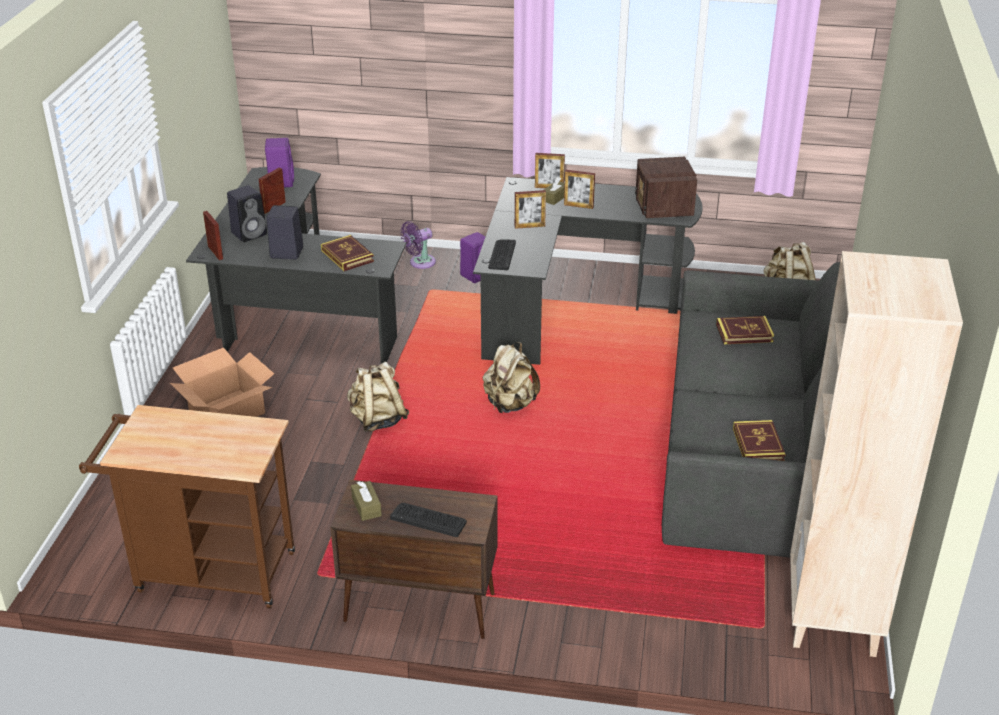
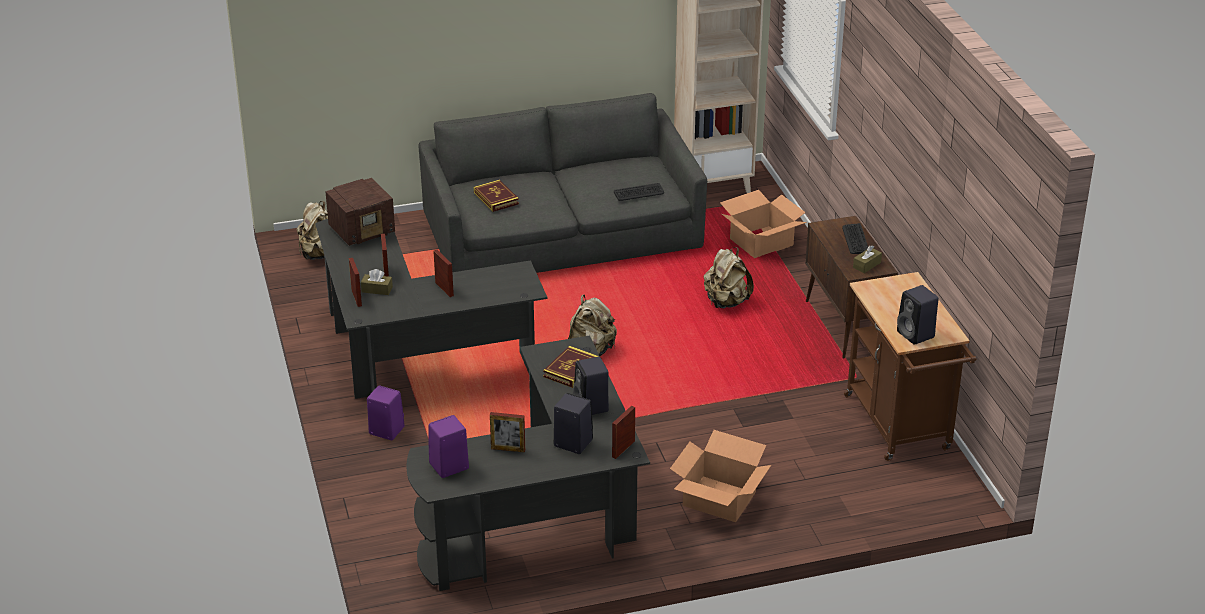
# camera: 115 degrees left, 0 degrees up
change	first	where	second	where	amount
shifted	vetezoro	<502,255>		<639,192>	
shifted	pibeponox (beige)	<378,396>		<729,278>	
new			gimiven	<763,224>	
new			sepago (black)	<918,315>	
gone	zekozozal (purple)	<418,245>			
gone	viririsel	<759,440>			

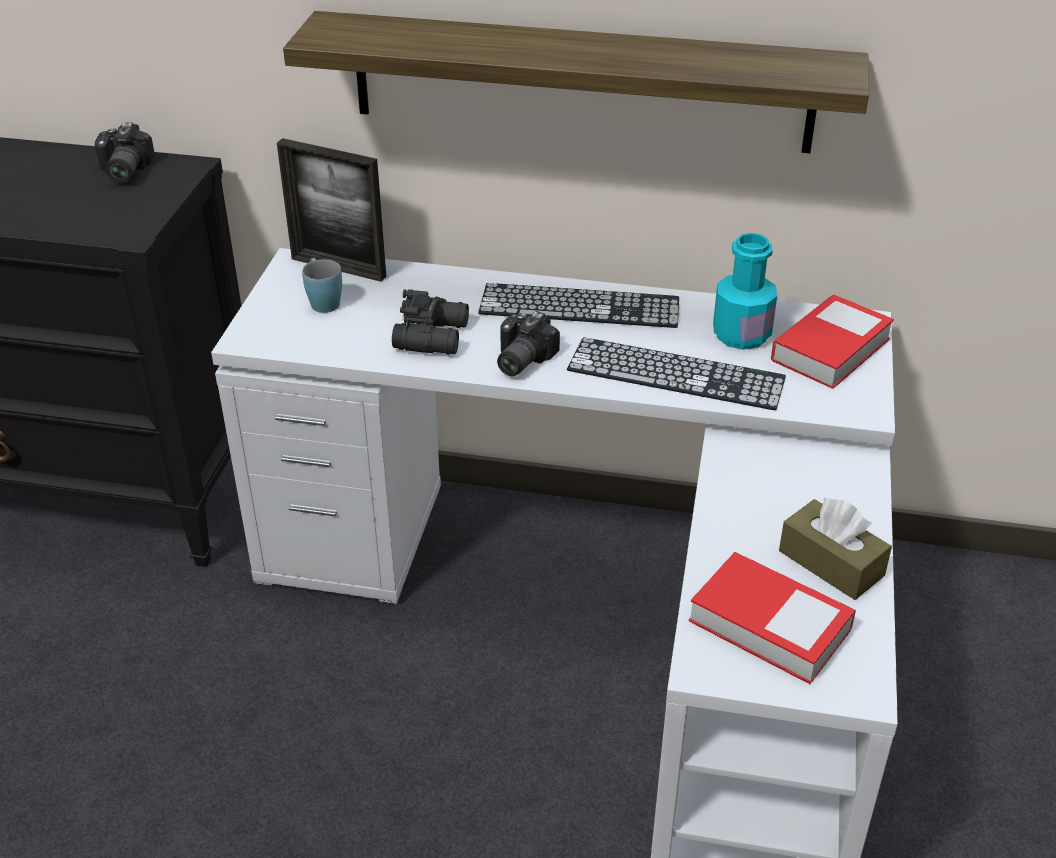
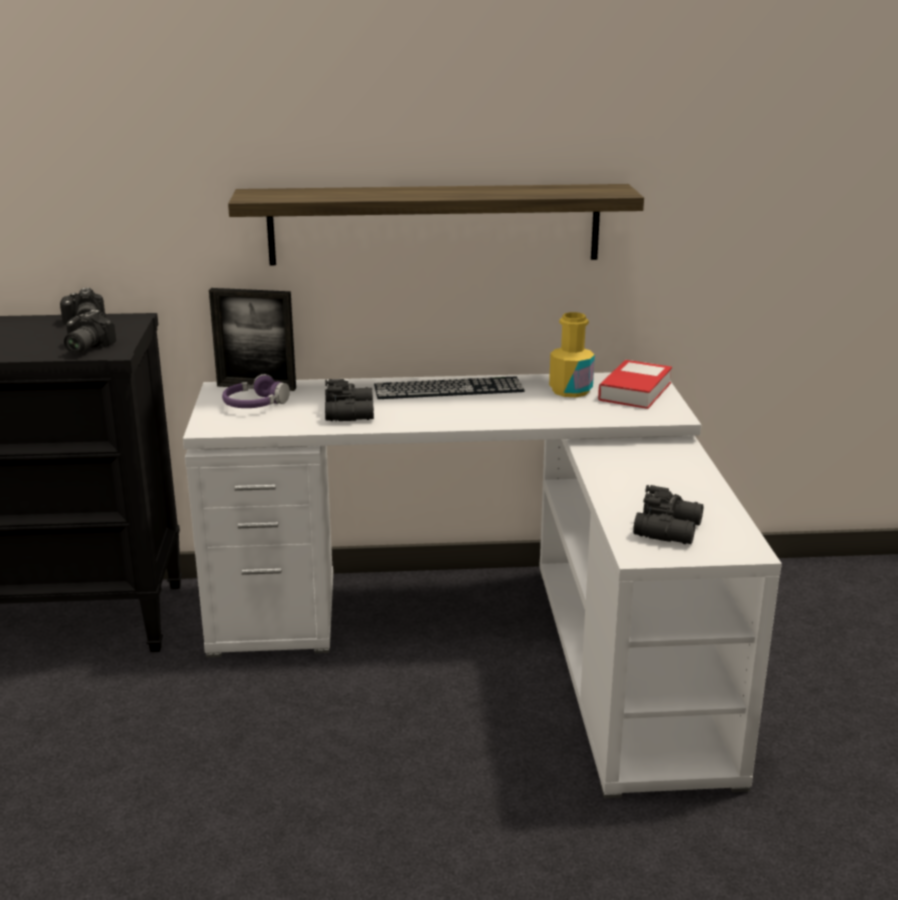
# camera: 15 degrees left, 15 degrees down
change	first	where	second	where	amount
shifted	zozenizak	<528,343>		<90,332>	
swapped	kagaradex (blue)	<322,285>	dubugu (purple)	<256,391>	
repainted	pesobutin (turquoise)	<745,291>	pesobutin (yellow)	<572,354>	
swapped	viririsel	<772,618>	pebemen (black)	<668,514>	
gone	vetezoro	<676,373>			
gone	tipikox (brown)	<835,549>			

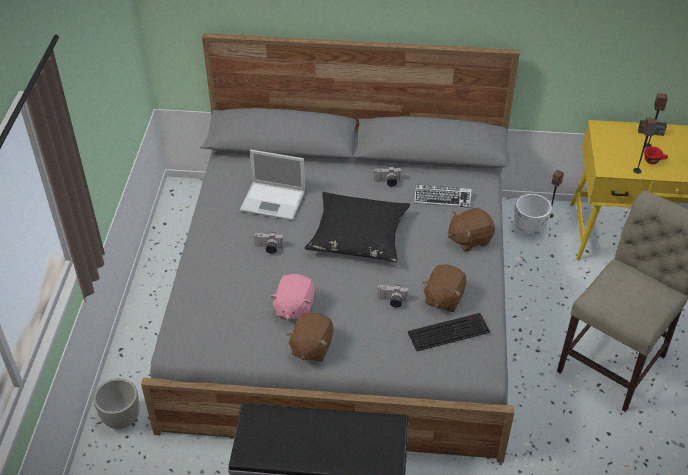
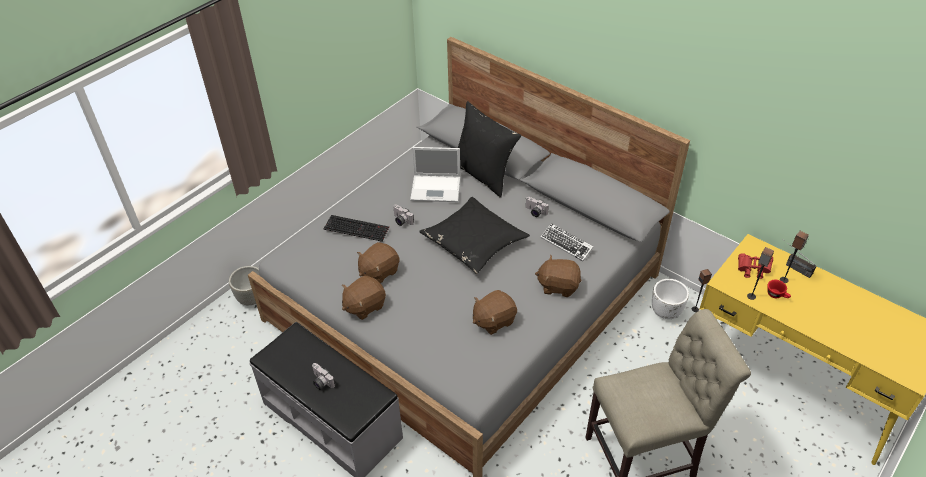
# camera: 35 degrees right, 0 degrees up
change	first	where	second	where	amount
shifted	zozenizak	<393,296>		<324,376>	
shifted	vetezoro	<449,332>		<356,228>	
repainted	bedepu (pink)	<292,296>	bedepu (brown)	<378,262>	
rotated	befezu	<272,185>		<435,174>	45 degrees counterclockwise
new			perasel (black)	<489,149>	
new			pebemen (red)	<755,266>	

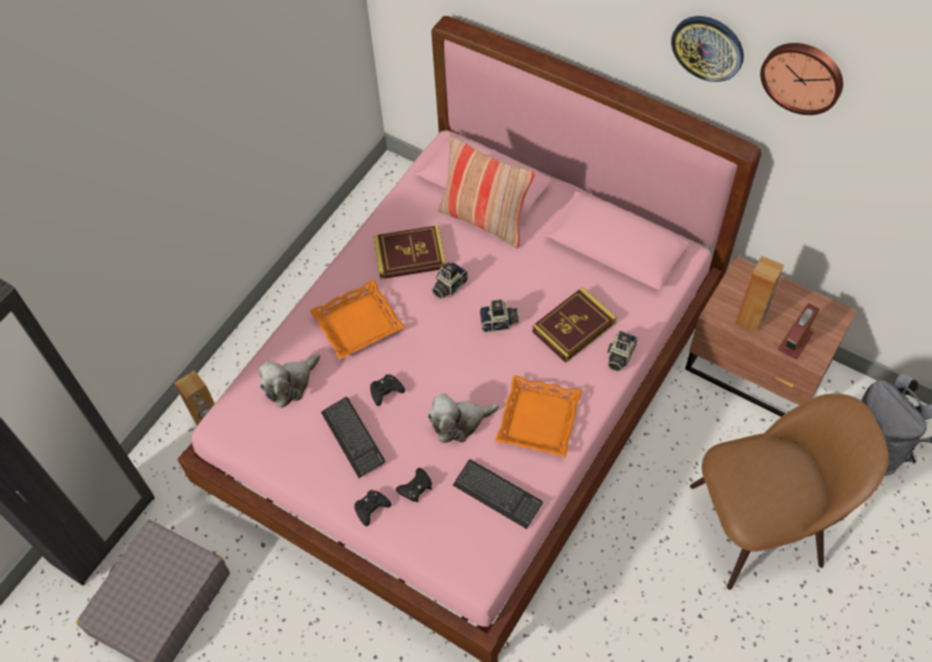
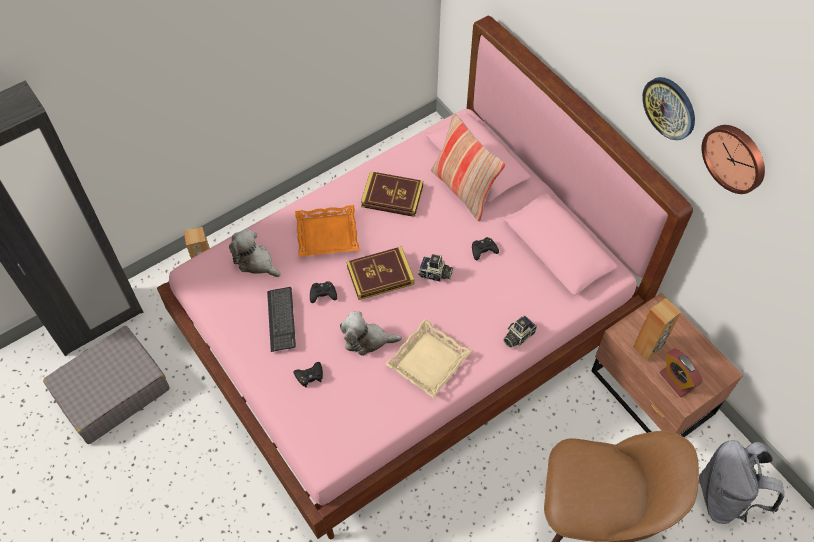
# camera: 20 degrees right, 0 degrees up
change	first	where	second	where	amount
rotated	bedepu	<289,380>		<255,252>	60 degrees clockwise
shifted	viririsel	<574,325>		<380,273>	
repainted	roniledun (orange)	<538,416>	roniledun (beige)	<429,358>	
shifted	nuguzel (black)	<373,508>		<485,248>	
rotated	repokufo	<798,331>		<681,372>	90 degrees counterclockwise
gone	zozenizak	<450,280>			
gone	vetezoro	<498,494>			

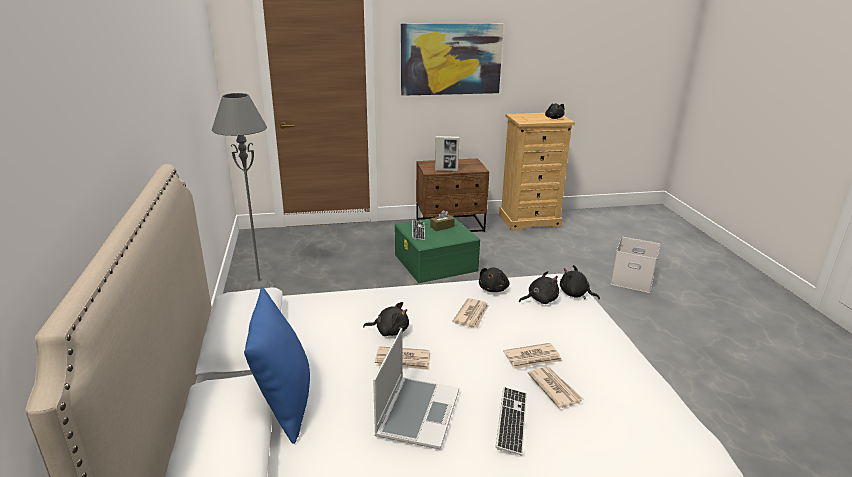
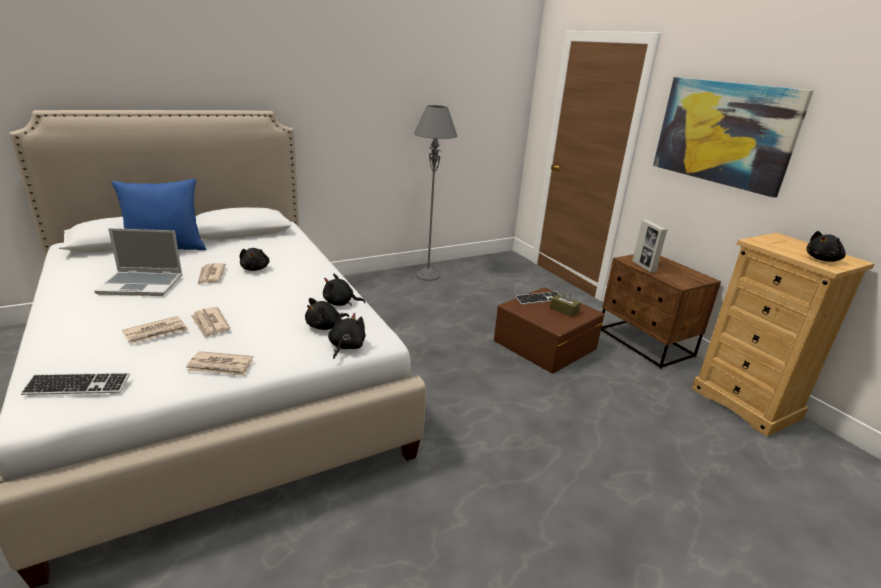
# camera: 70 degrees right, 0 degrees up
change	first	where	second	where	amount
shifted	vetezoro	<511,421>		<75,384>	
shifted	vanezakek	<470,313>		<219,363>	
rotated	bedepu (black)	<539,287>		<327,314>	90 degrees clockwise
repainted	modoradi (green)	<438,249>	modoradi (brown)	<549,330>	
gone	modoradi (white)	<635,265>			

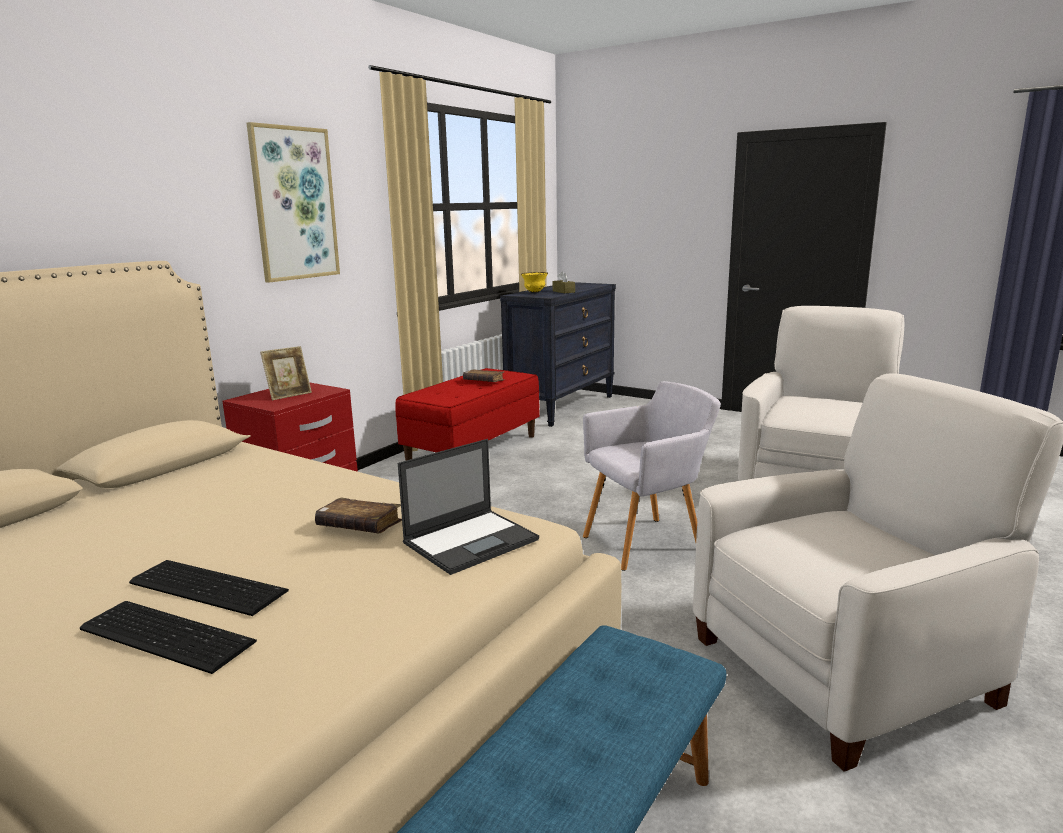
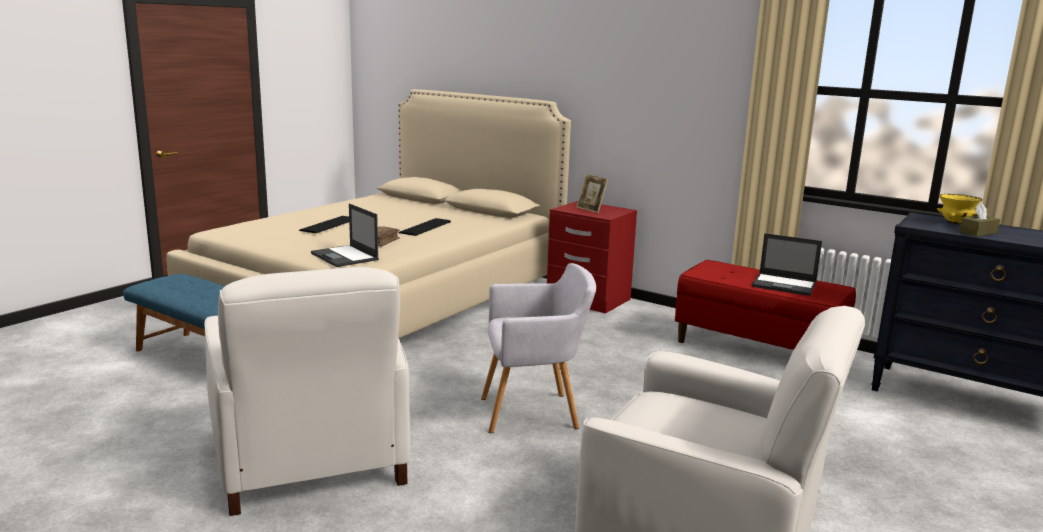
# camera: 90 degrees right, 0 degrees up
change	first	where	second	where	amount
shifted	vetezoro	<168,637>		<424,227>	
rotated	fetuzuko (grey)	<652,476>		<538,348>	75 degrees counterclockwise
swapped	viririsel (brown)	<484,375>	befezu	<787,264>	
gone	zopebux	<293,202>			

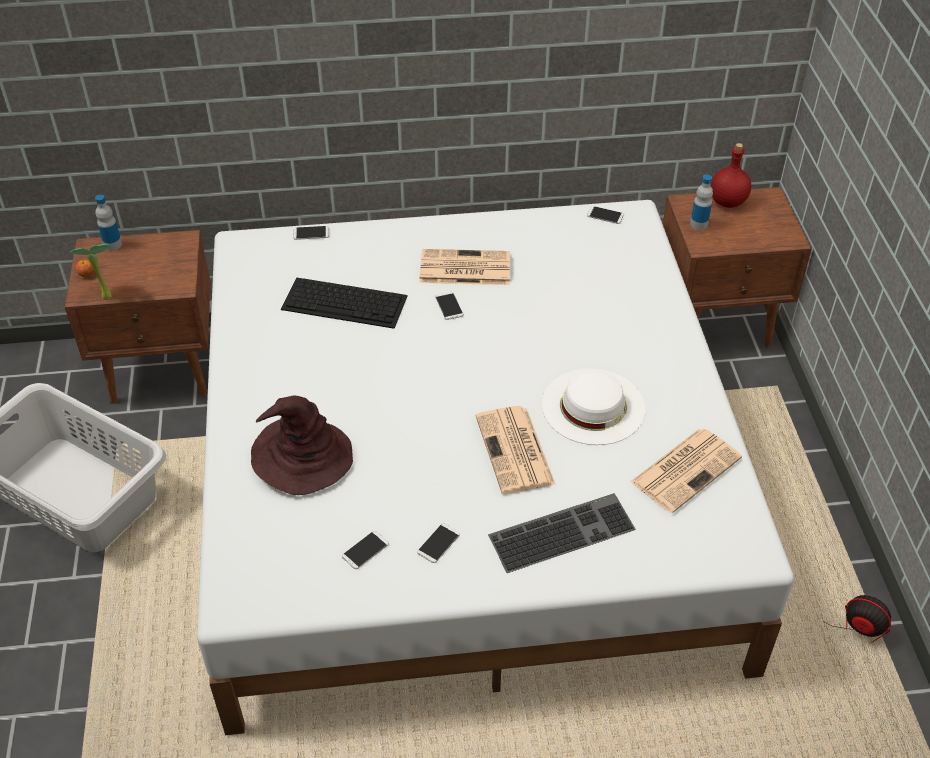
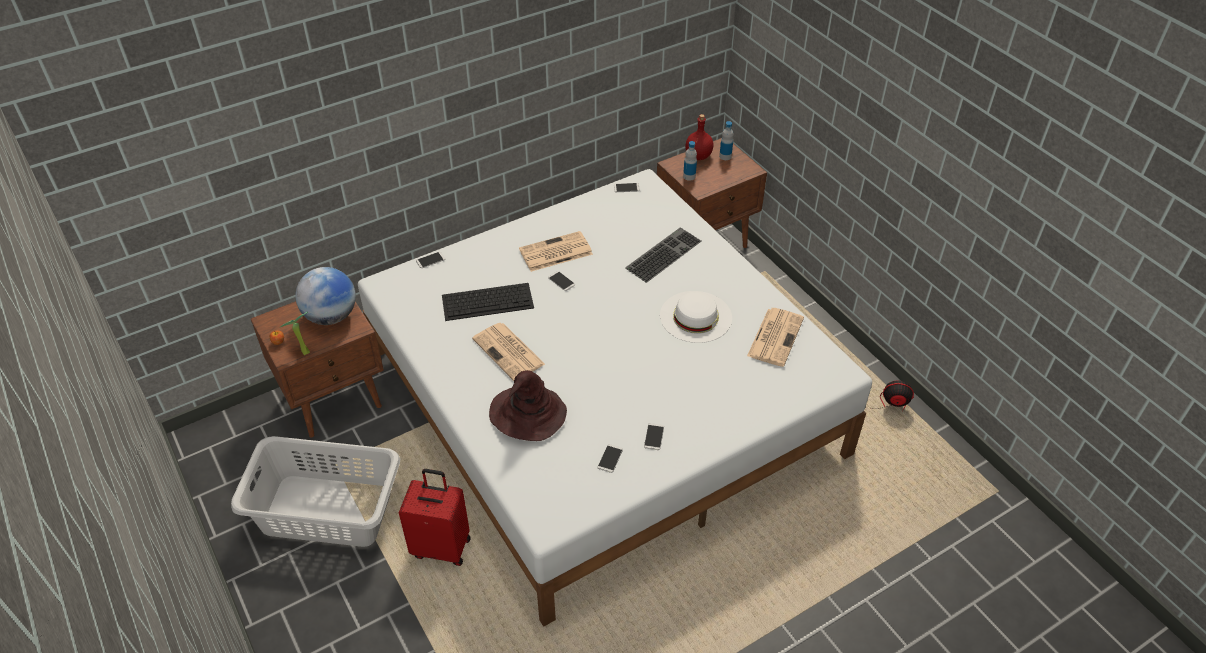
# camera: 25 degrees left, 0 degrees up
change	first	where	second	where	amount
new			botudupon	<325,296>	
new			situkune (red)	<435,517>	
shifted	vanezakek	<516,450>		<508,352>	
shifted	vetezoro	<562,533>		<663,255>	
shifted	pesobutin	<108,223>		<726,140>	

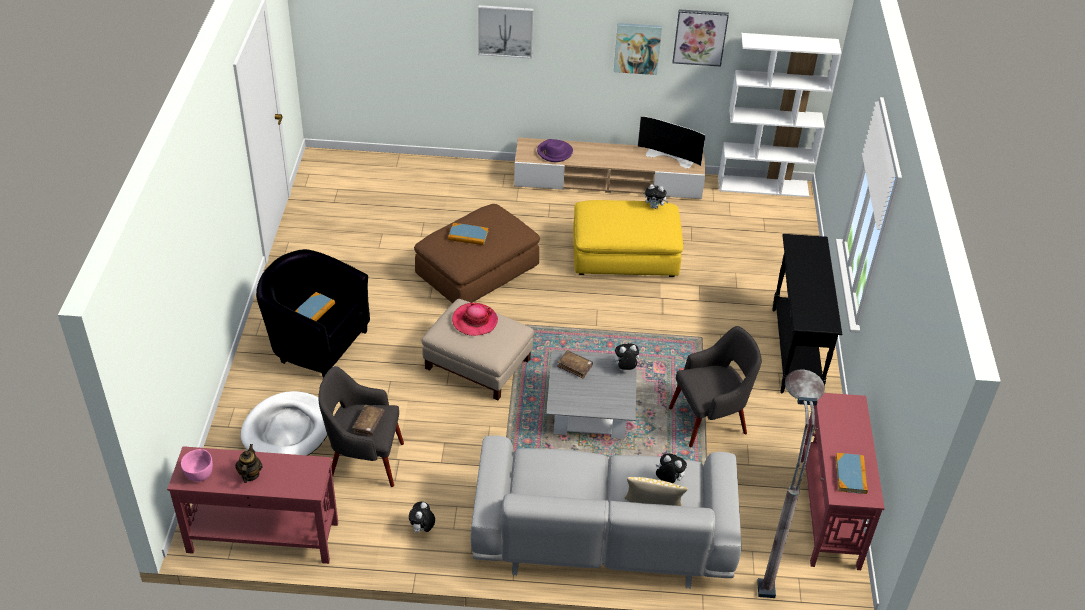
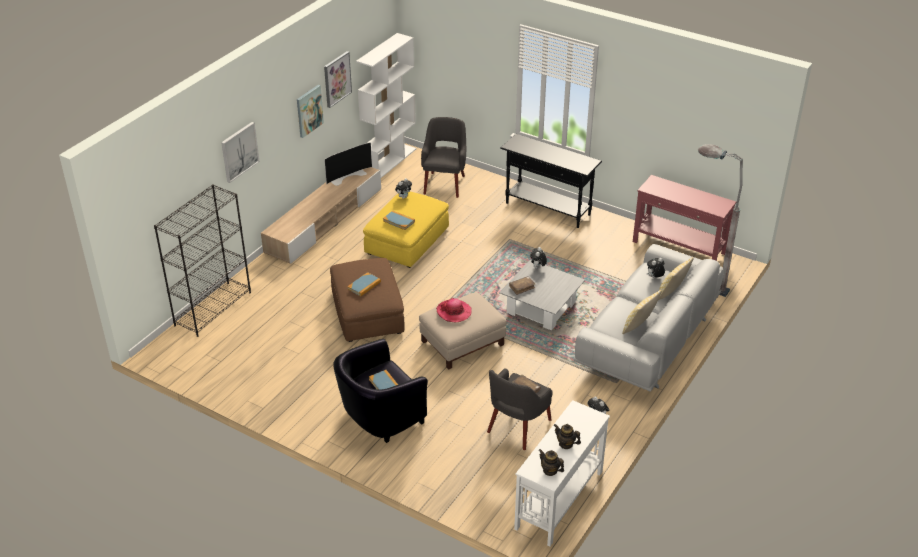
# camera: 60 degrees left, 5 degrees down
change	first	where	second	where	amount
new			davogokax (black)	<202,260>	
shifted	viririsel	<851,473>		<399,220>	
shifted	fetuzuko (grey)	<715,386>		<443,157>	
repainted	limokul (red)	<252,505>	limokul (white)	<562,473>	
swapped	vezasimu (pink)	<197,465>	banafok	<551,462>	
new			perasel	<642,312>	
gone	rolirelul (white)	<284,423>			
gone	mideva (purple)	<555,150>			

